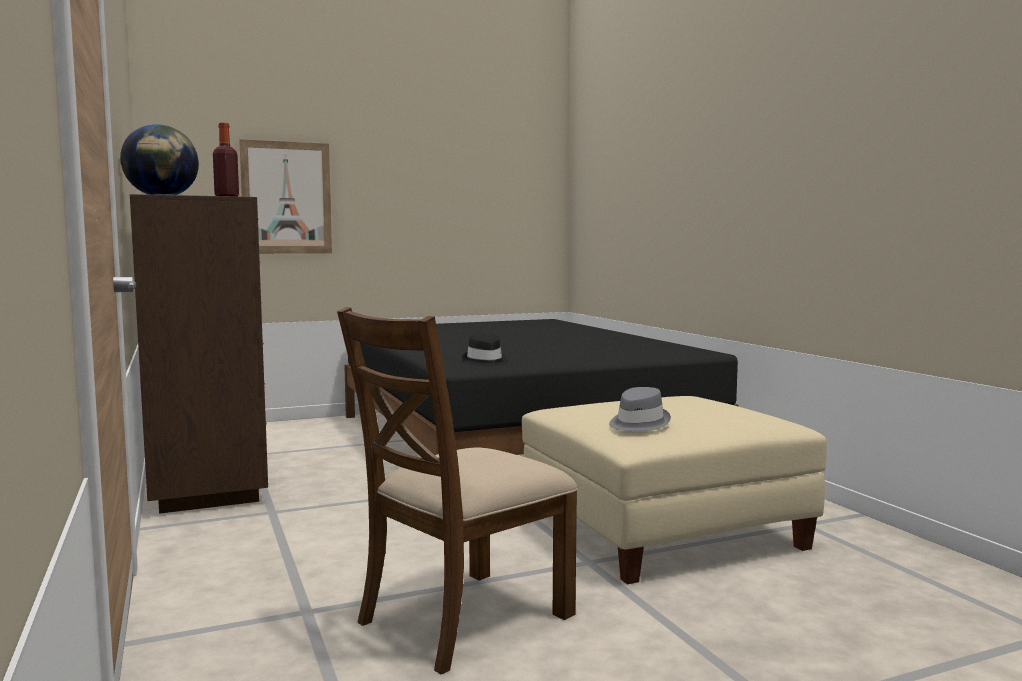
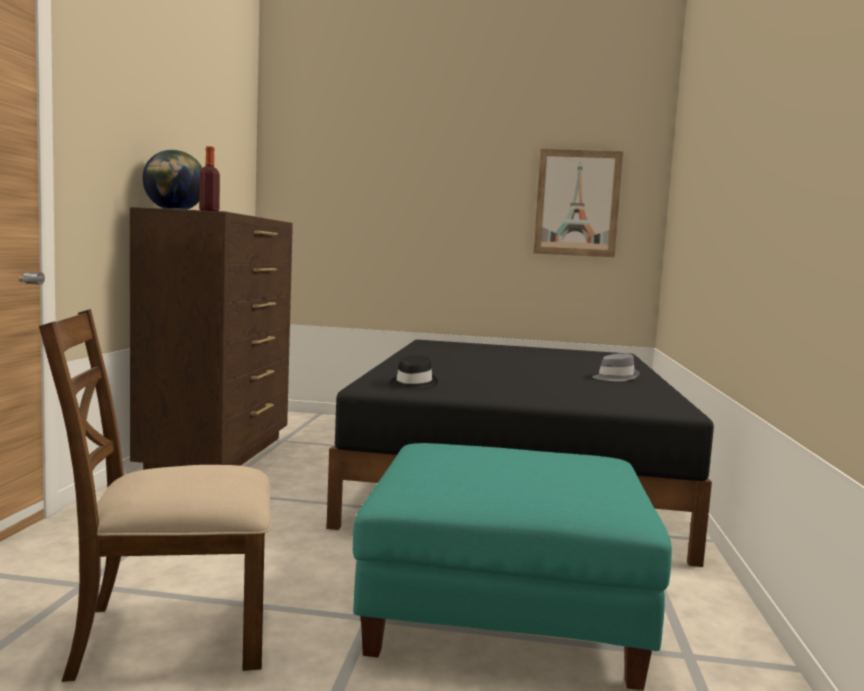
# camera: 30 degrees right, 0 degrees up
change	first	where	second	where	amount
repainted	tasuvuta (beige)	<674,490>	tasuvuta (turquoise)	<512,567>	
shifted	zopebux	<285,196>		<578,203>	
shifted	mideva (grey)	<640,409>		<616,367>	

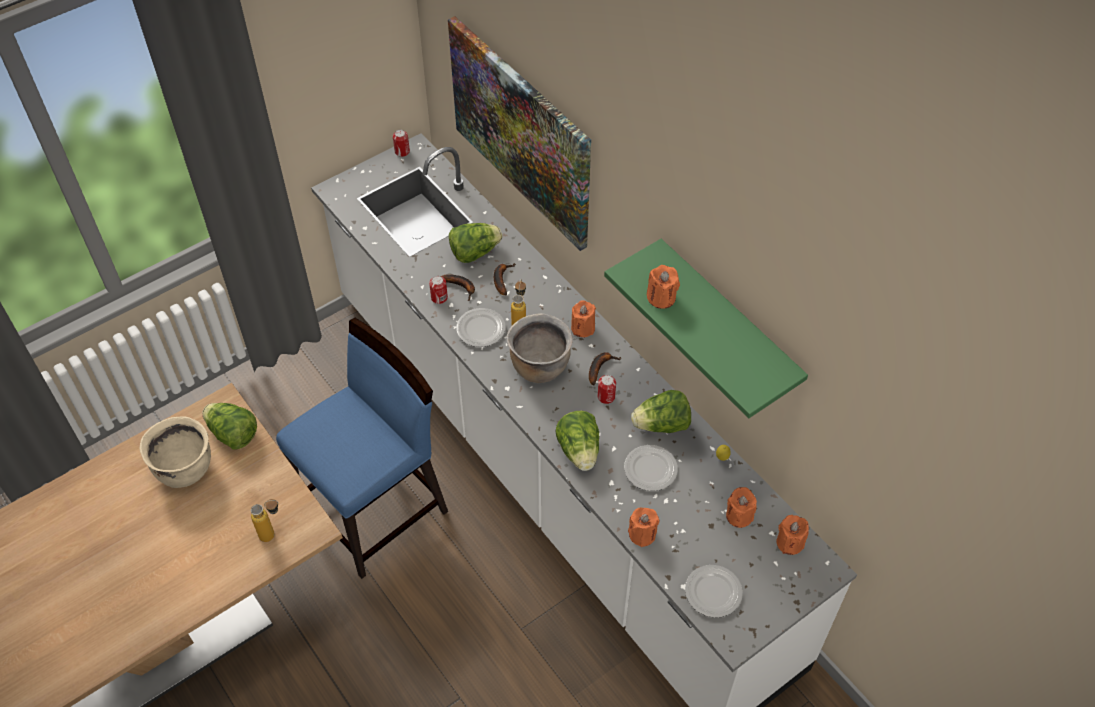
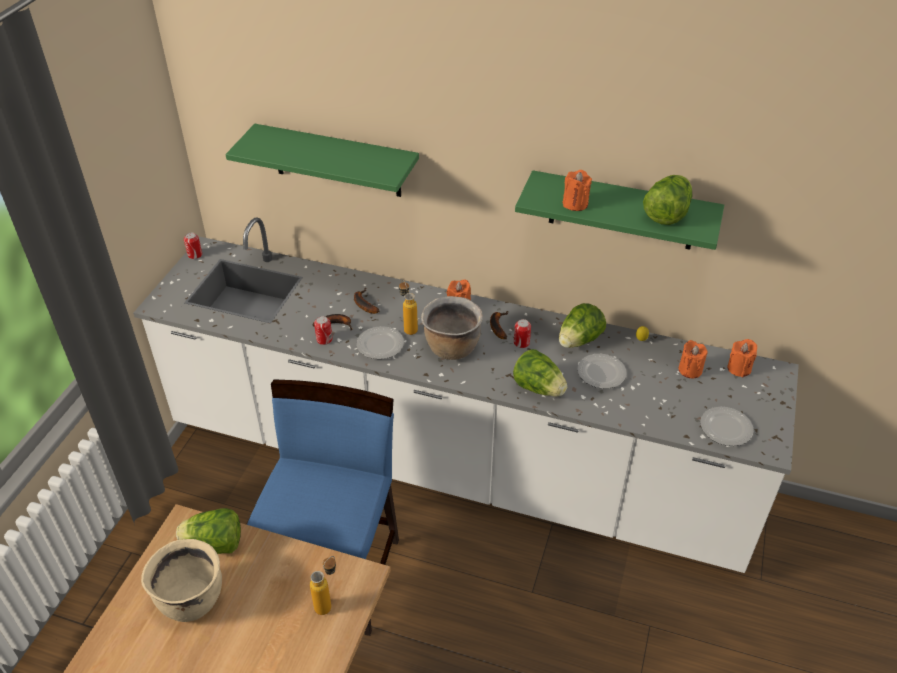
# camera: 35 degrees left, 10 degrees down
change	first	where	second	where	amount
swapped	zopebux	<519,133>	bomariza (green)	<322,160>	
shifted	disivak	<476,243>		<667,200>	
gone	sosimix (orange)	<644,527>			

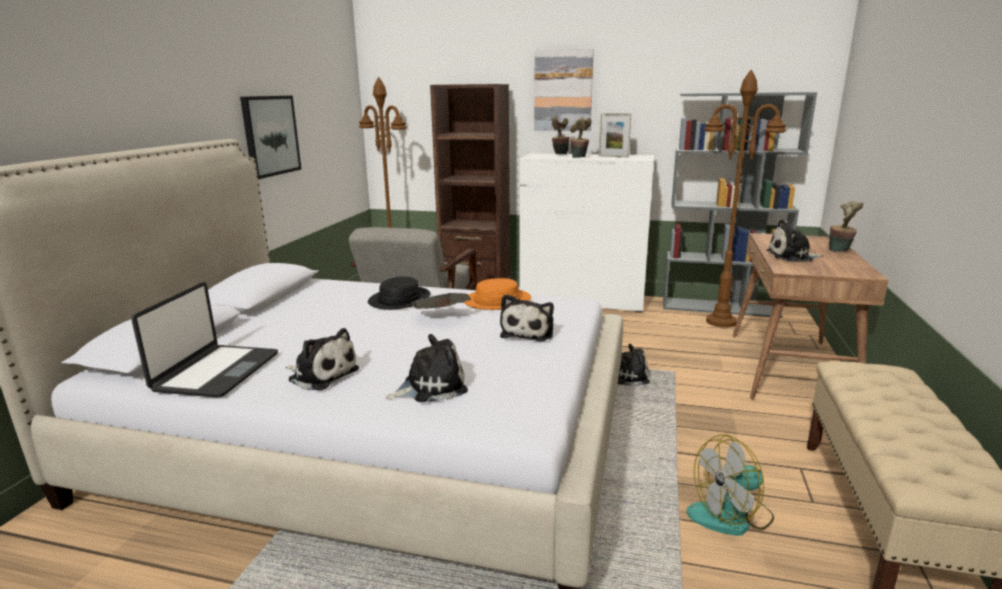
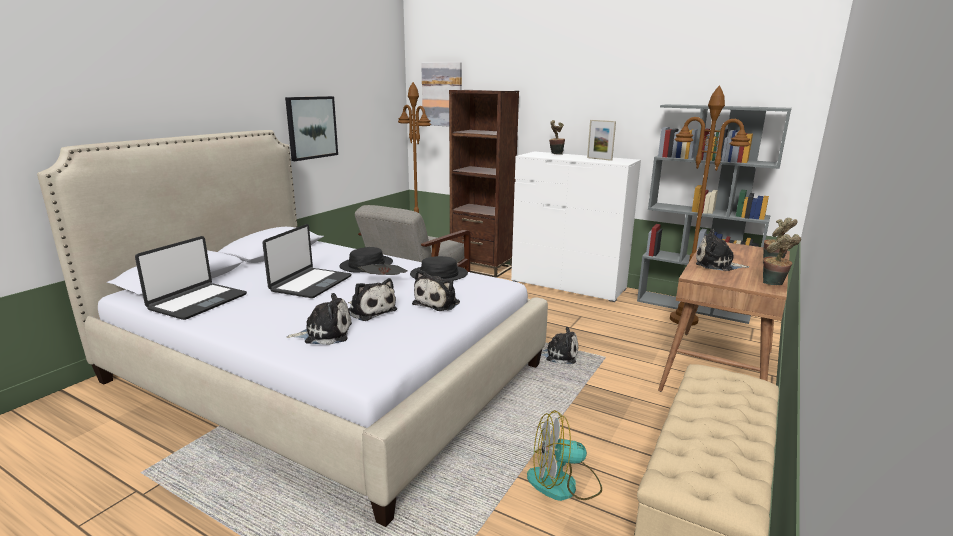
# camera: 15 degrees right, 0 degrees up
change	first	where	second	where	amount
new			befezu	<306,261>	
shifted	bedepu	<322,359>		<372,299>	
repainted	mideva (orange)	<497,294>	mideva (black)	<439,268>	
shifted	zopebux	<564,90>		<441,94>	
shifted	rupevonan	<581,137>		<782,259>	

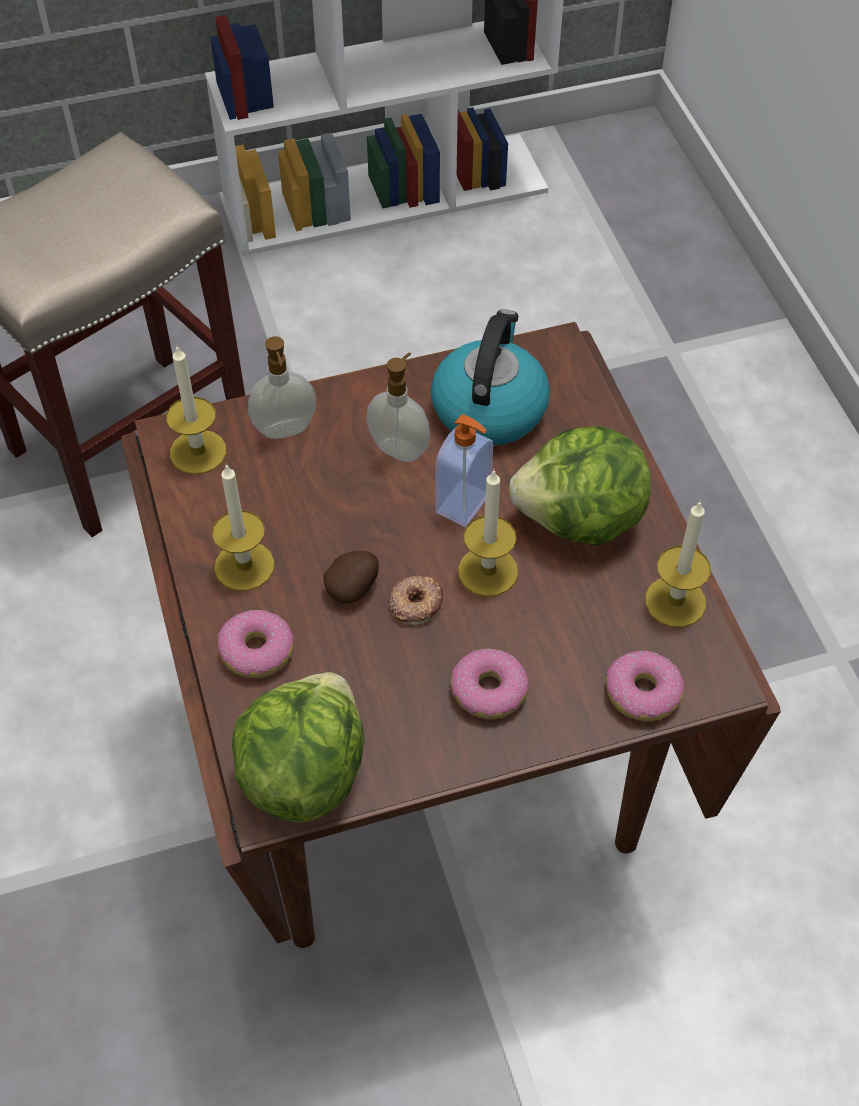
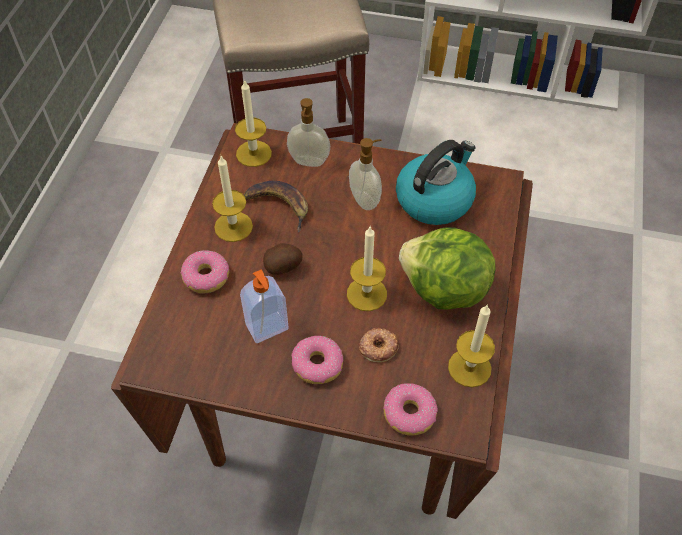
# camera: 30 degrees right, 0 degrees up
change	first	where	second	where	amount
shifted	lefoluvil	<464,470>		<264,306>	
new			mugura	<276,206>	
shifted	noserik	<416,600>		<379,345>	
gone	disivak	<298,747>			

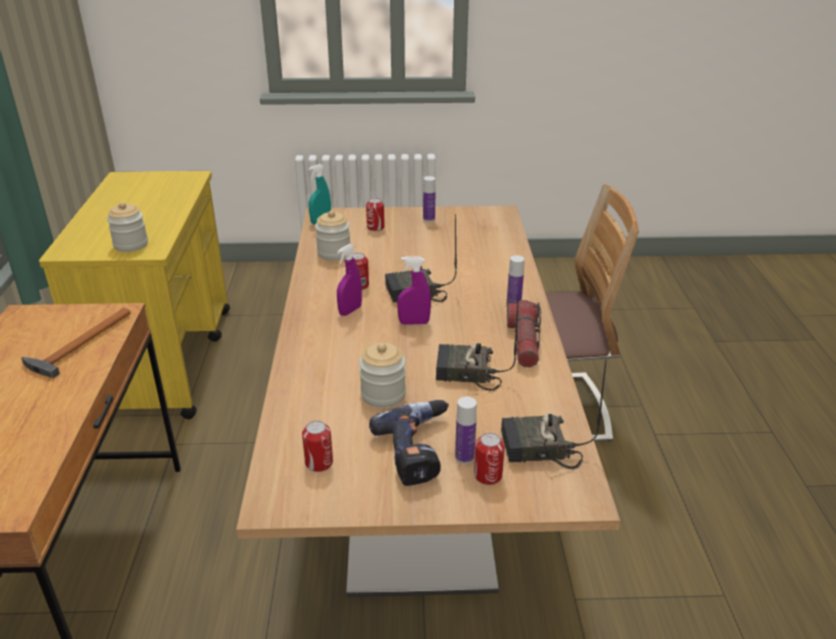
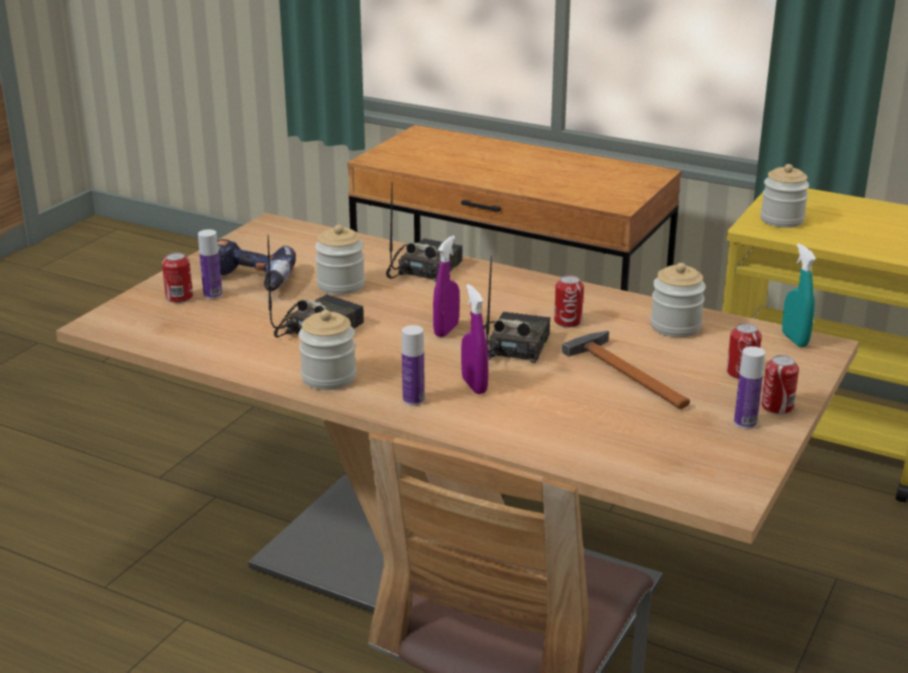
# camera: 120 degrees right, 5 degrees down
change	first	where	second	where	amount
swapped	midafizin	<524,333>	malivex	<327,350>	
shifted	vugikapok	<553,414>		<424,233>	
shifted	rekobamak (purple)	<349,280>		<474,339>	
shifted	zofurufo	<76,343>		<626,370>	
shifted	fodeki	<317,446>		<780,384>	

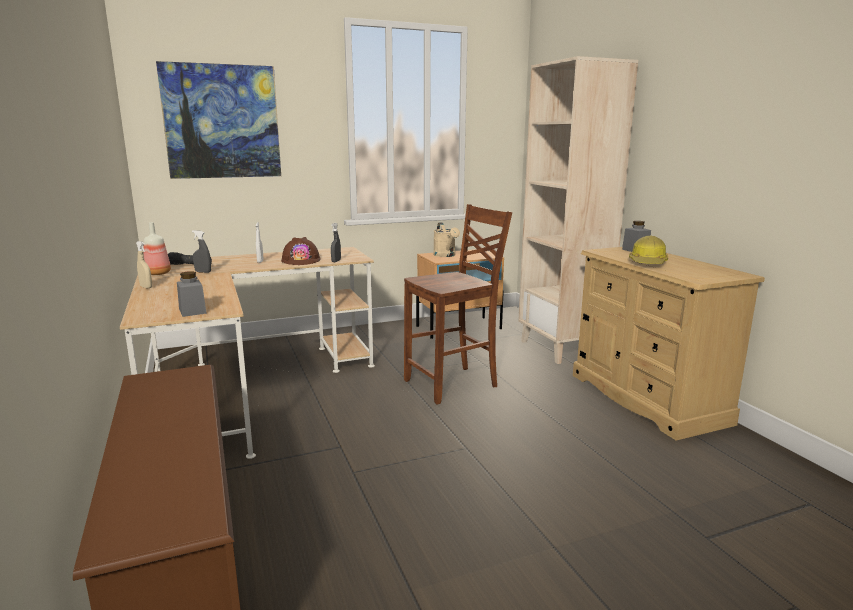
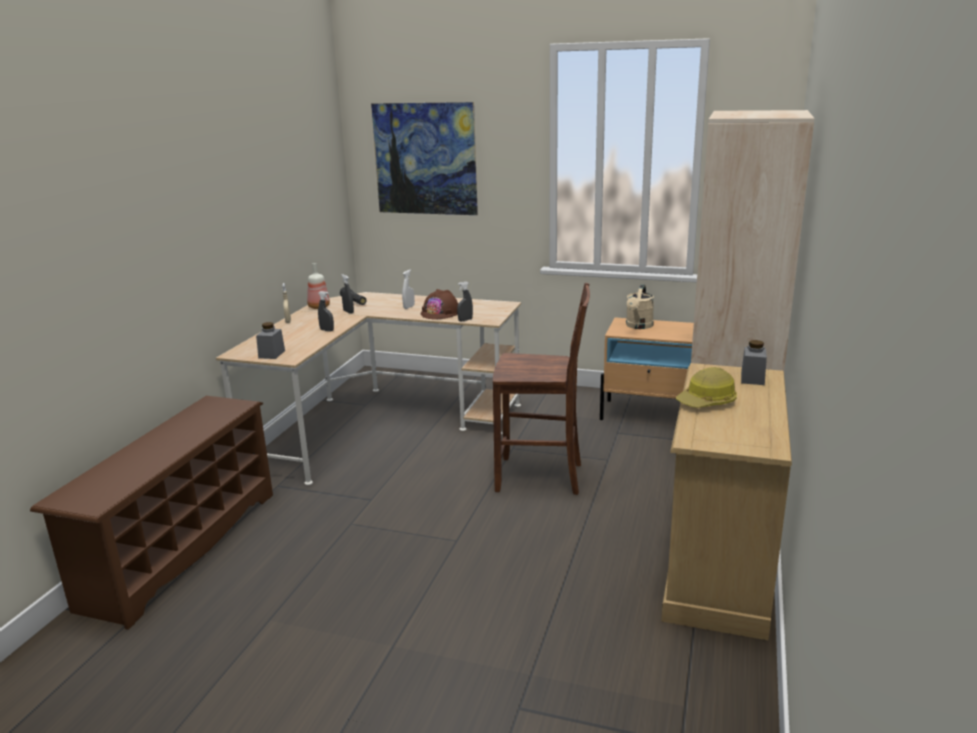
# camera: 40 degrees right, 5 degrees up
change	first	where	second	where	amount
new			rekobamak (grey)	<326,311>	

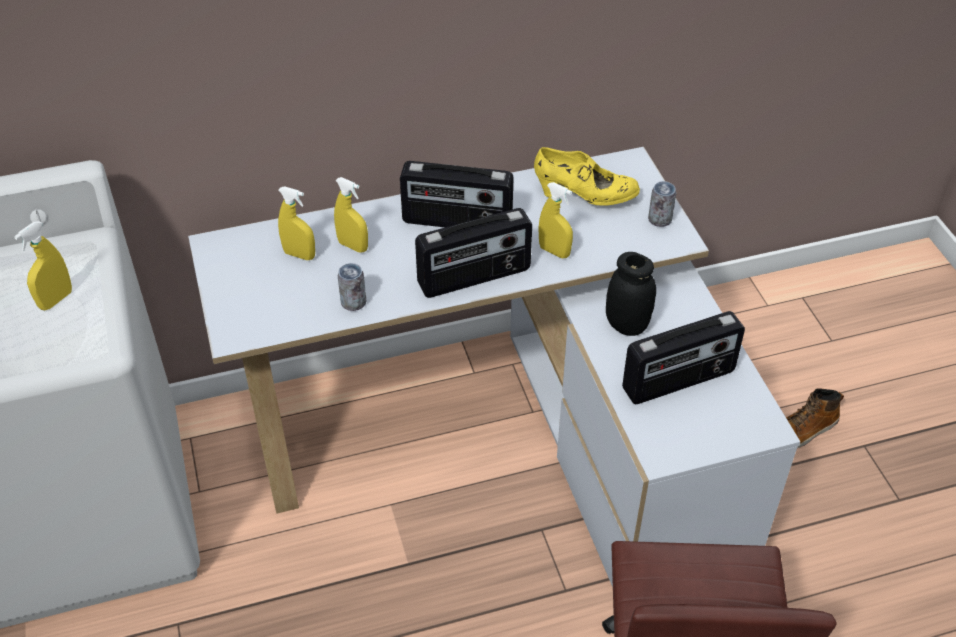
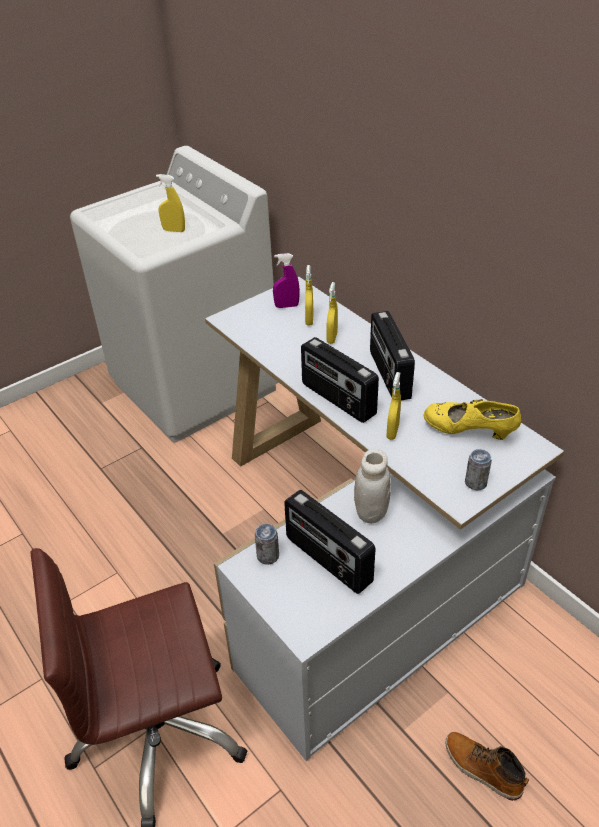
# camera: 70 degrees right, 5 degrees down
change	first	where	second	where	amount
shifted	fodeki	<352,287>		<267,544>	
new			rekobamak (purple)	<286,280>	
repainted	malivex (black)	<631,294>	malivex (white)	<372,486>	
rotated	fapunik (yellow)	<587,176>		<472,419>	120 degrees clockwise

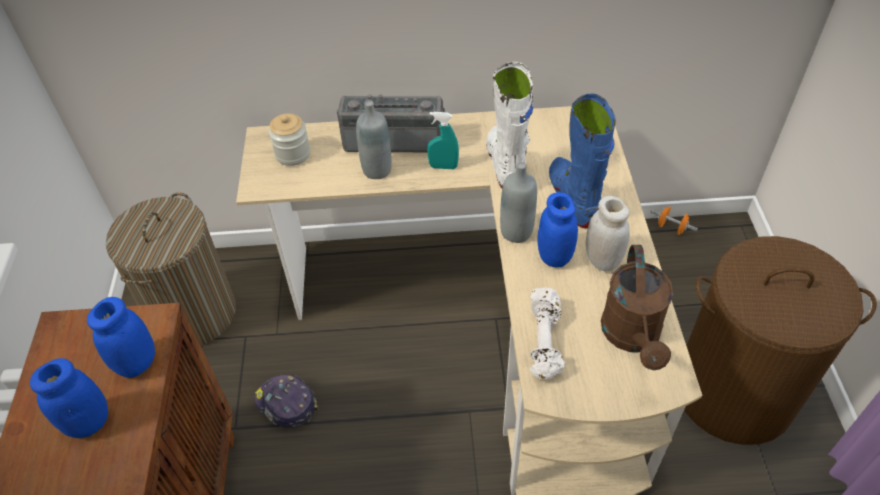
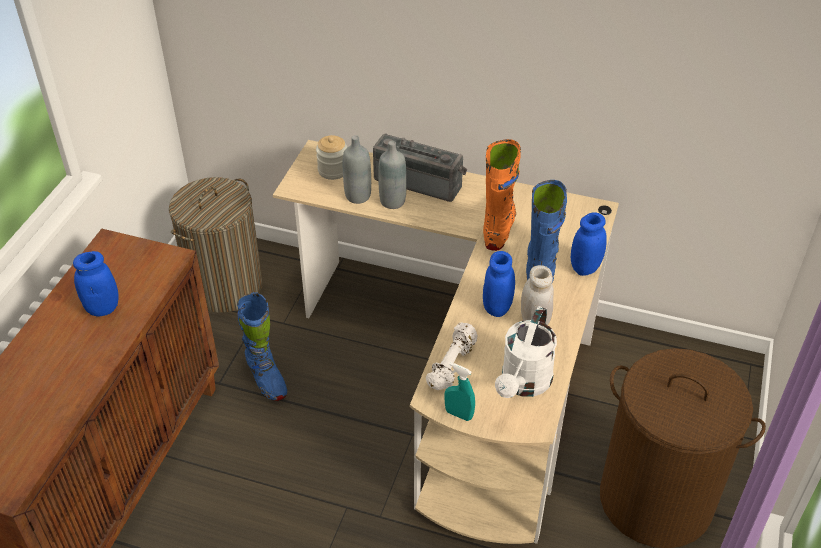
# camera: 20 degrees right, 5 degrees down
change	first	where	second	where	amount
swapped	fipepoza	<286,401>	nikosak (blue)	<262,346>	
shifted	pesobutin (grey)	<518,202>		<357,169>	
shifted	rekobamak (turquoise)	<443,140>		<460,391>	
repainted	nikosak (white)	<509,125>	nikosak (orange)	<502,195>	
repainted	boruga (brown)	<637,307>	boruga (white)	<526,352>	
shifted	malivex (blue)	<121,337>		<589,244>	
gone	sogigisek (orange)	<674,220>			

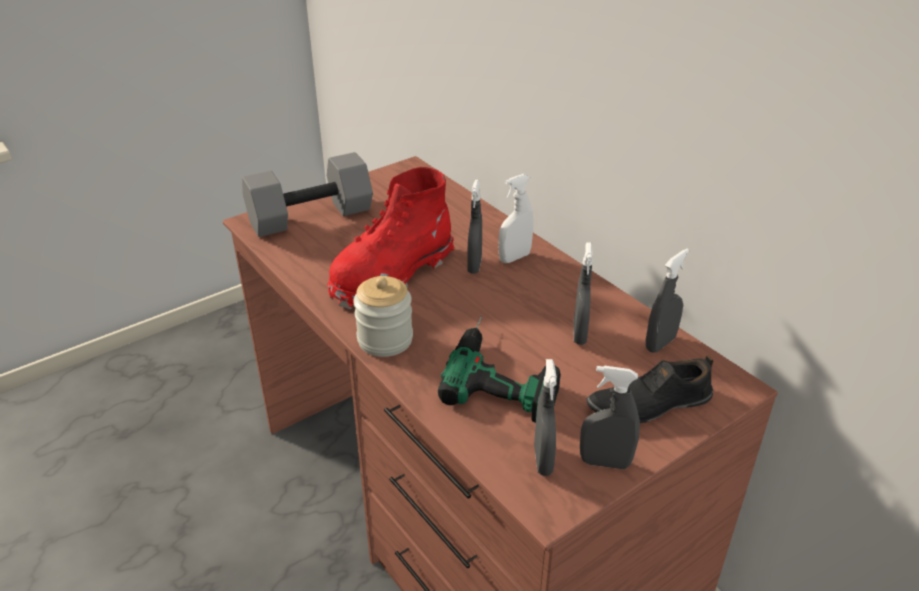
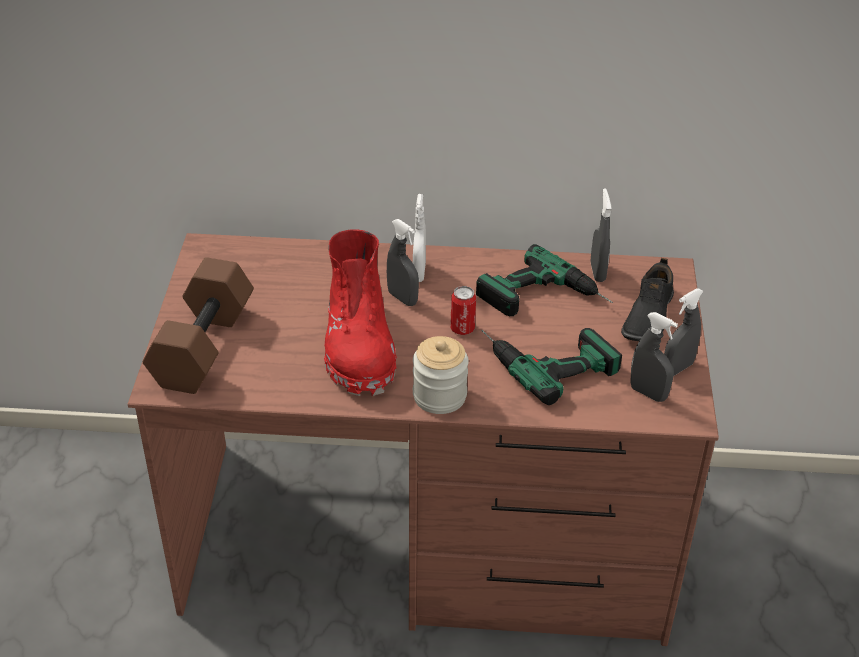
# camera: 50 degrees left, 5 degrees up
change	first	where	second	where	amount
repainted	sogigisek (grey)	<307,194>	sogigisek (brown)	<198,325>	
new			fodeki	<463,310>	
swapped	rekobamak (grey)	<583,293>	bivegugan	<544,280>	

